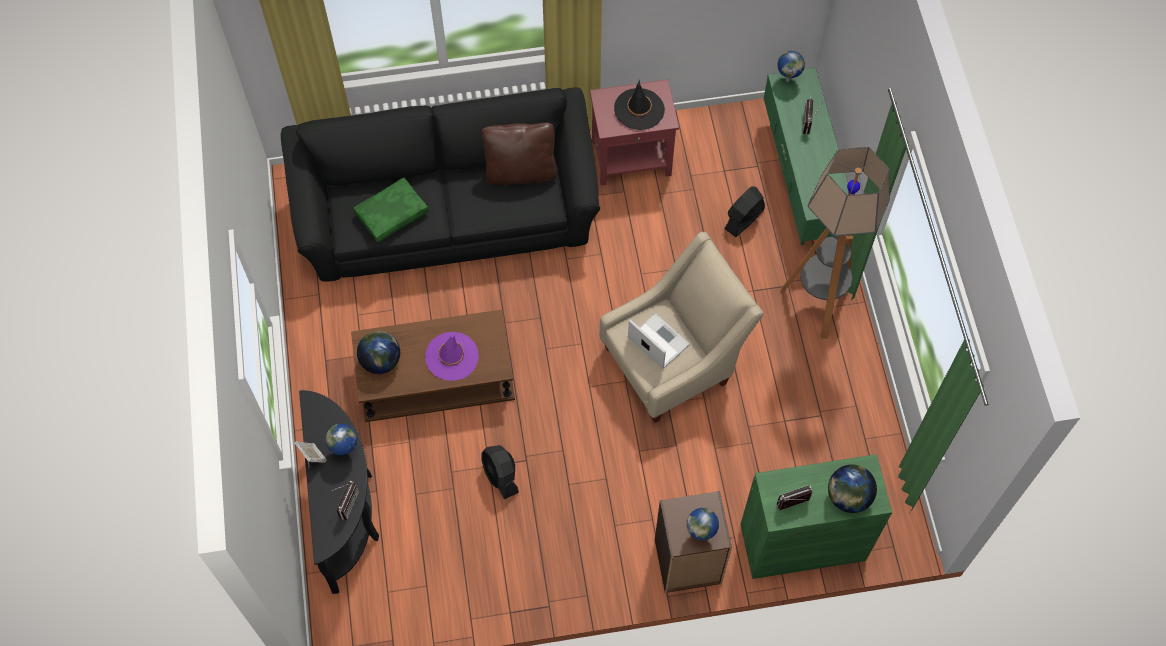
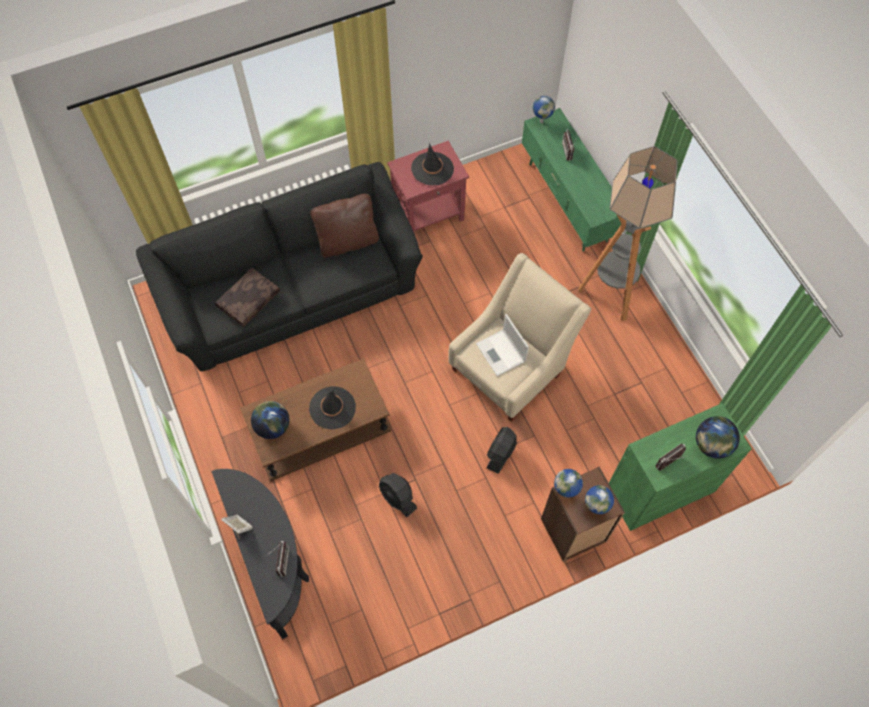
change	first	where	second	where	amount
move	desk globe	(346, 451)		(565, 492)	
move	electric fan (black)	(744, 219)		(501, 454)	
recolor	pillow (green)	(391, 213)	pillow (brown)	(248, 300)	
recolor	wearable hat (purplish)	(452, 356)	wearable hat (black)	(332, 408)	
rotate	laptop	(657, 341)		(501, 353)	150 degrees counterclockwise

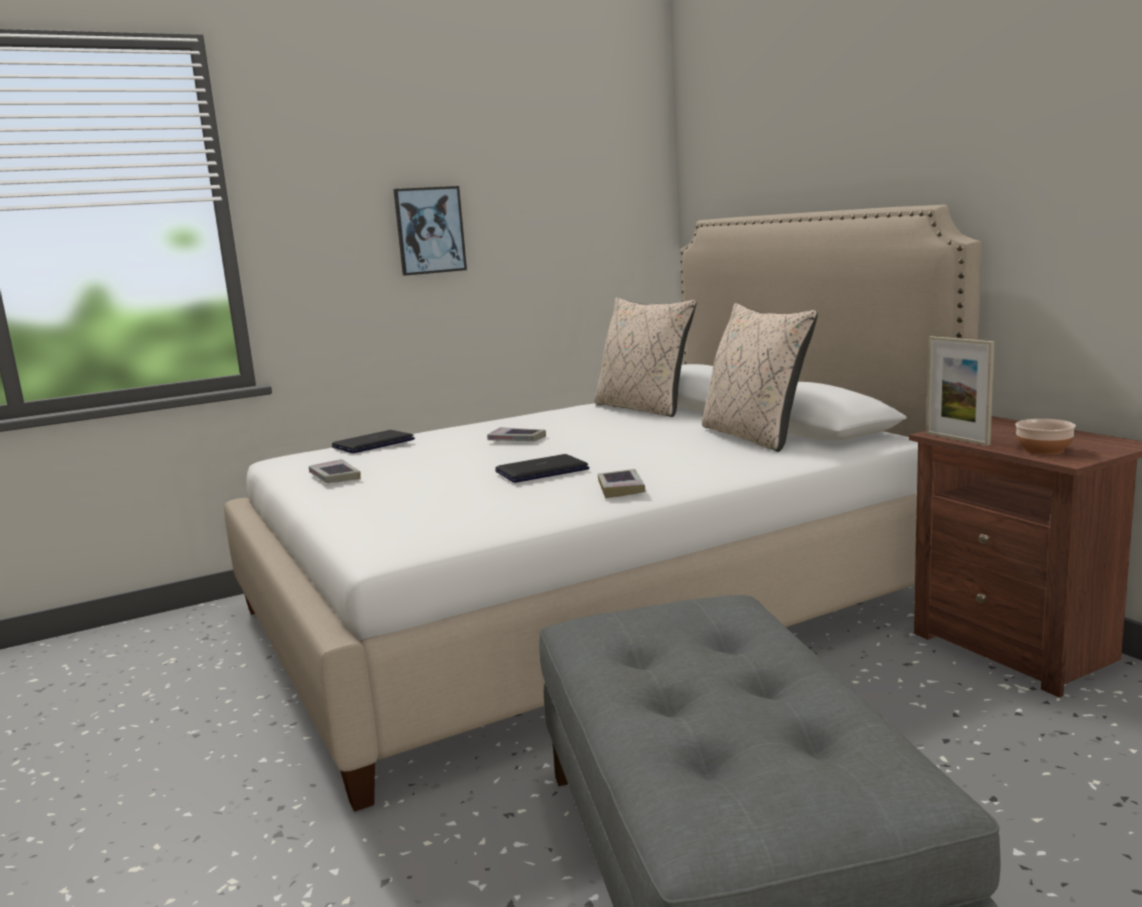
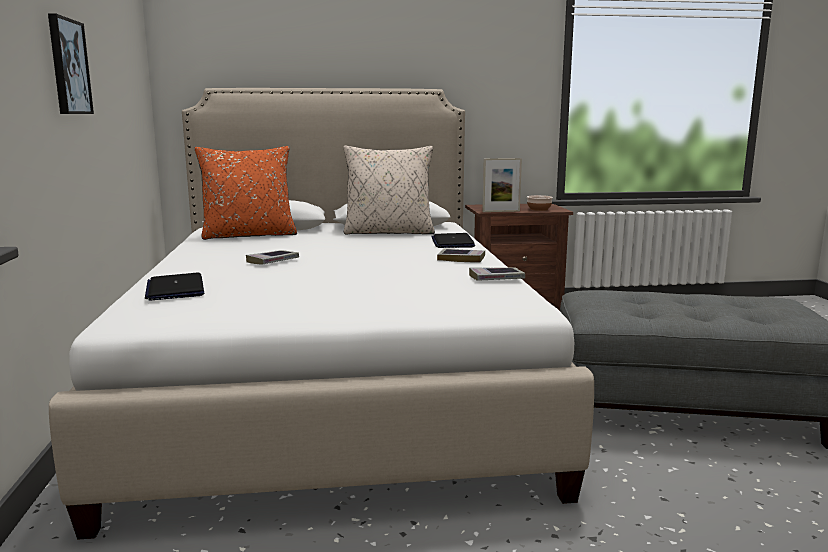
change	first	where	second	where	amount
move	book	(334, 477)		(496, 278)	
move	laptop	(542, 471)		(452, 242)	
recolor	pillow (sand-coloured)	(643, 408)	pillow (orange)	(249, 235)	

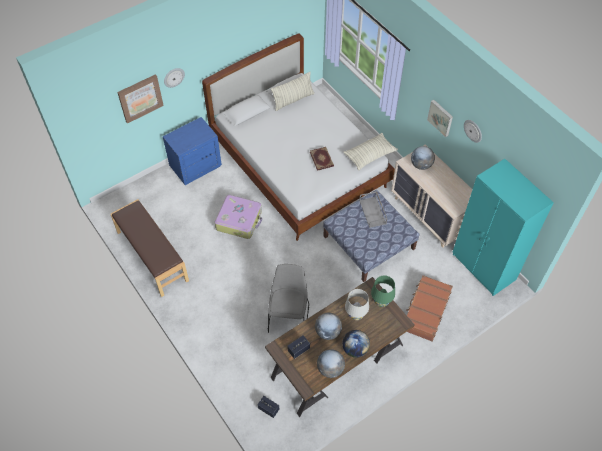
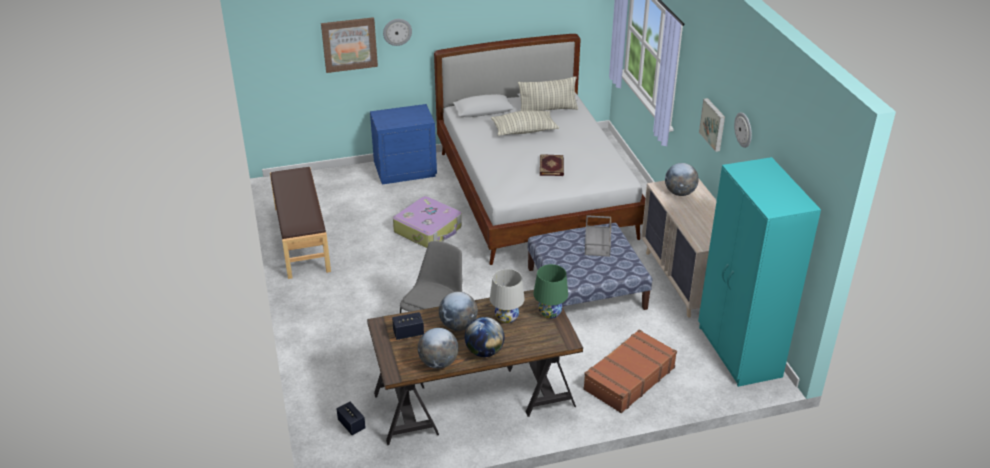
change	first	where	second	where	amount
move	pillow	(370, 155)		(524, 131)	

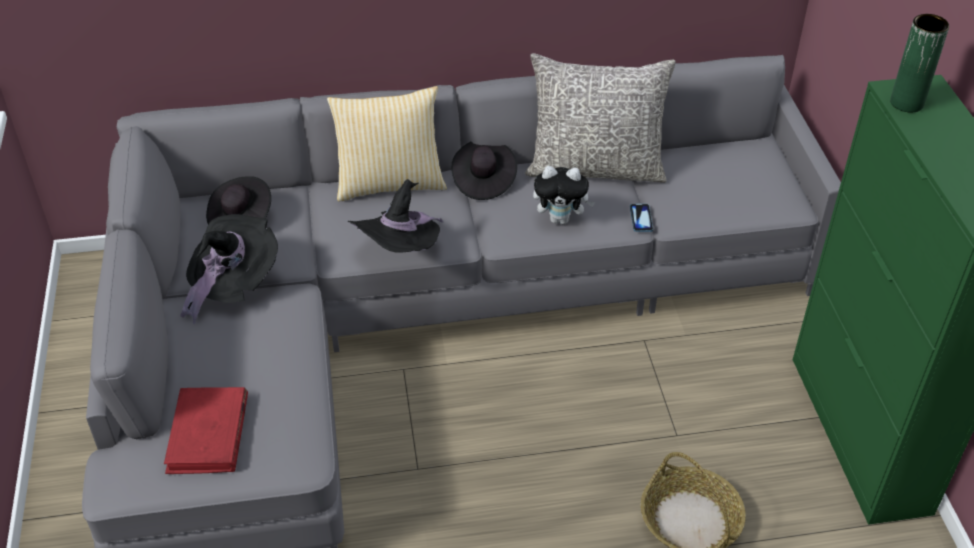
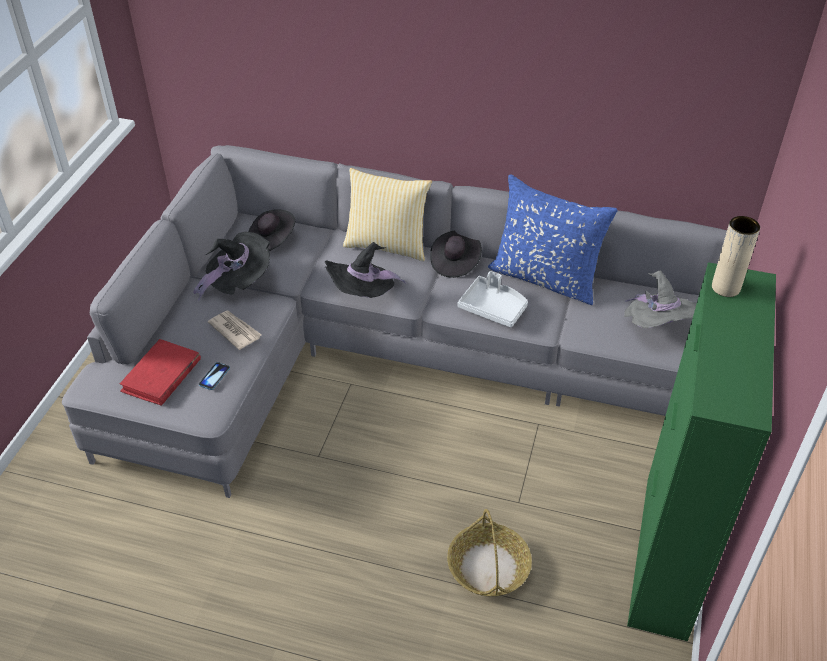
change	first	where	second	where	amount
insert			daily paper	(235, 331)	
insert			wearable hat (greyish)	(658, 328)	
move	handset	(641, 218)		(214, 376)	
replace	plush toy	(561, 219)	serving tray (greyish)	(493, 308)	
recolor	pillow (greyish)	(595, 167)	pillow (blue)	(545, 278)	
recolor	flower vase (green)	(906, 103)	flower vase (sand-coloured)	(725, 288)	

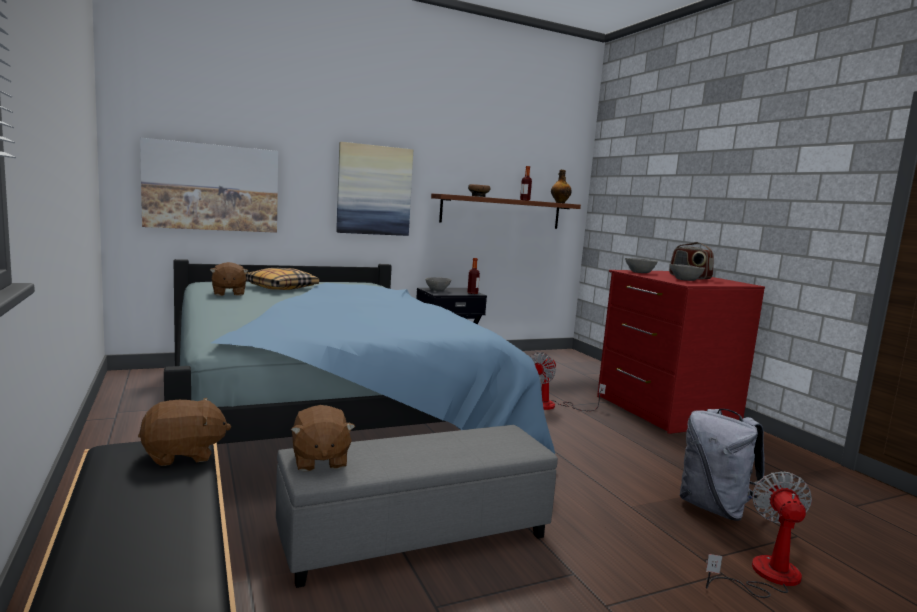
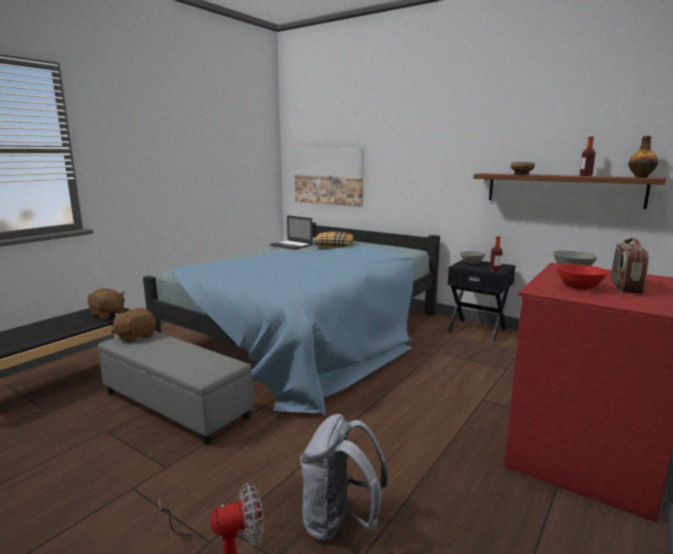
change	first	where	second	where	amount
delete	wall picture	(374, 190)			
delete	electric fan	(552, 406)			
replace	plush toy (brown)	(228, 293)	laptop	(291, 245)	
recolor	deep dish (greyish)	(685, 280)	deep dish (red-coloured)	(579, 287)	

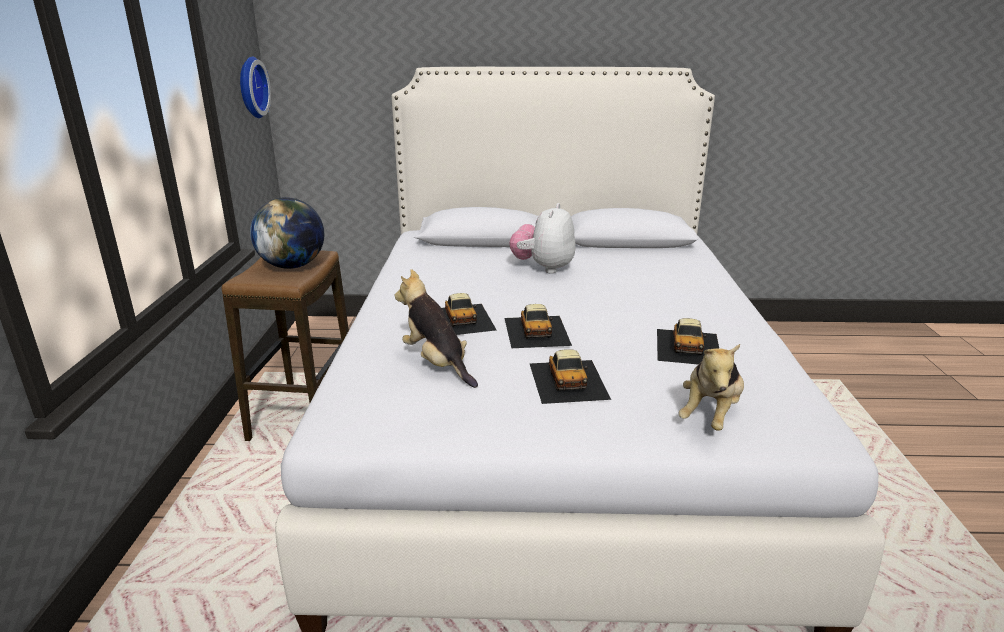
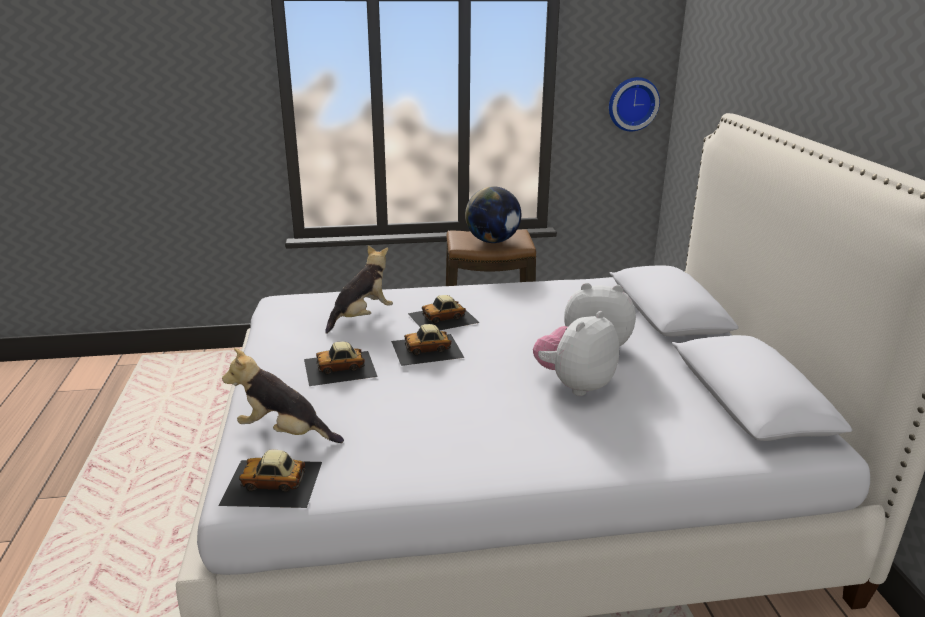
change	first	where	second	where	amount
insert			plush toy	(574, 385)	
move	model car	(688, 346)		(273, 483)	

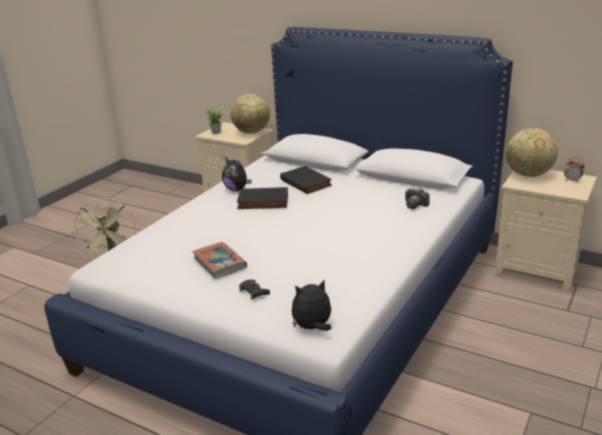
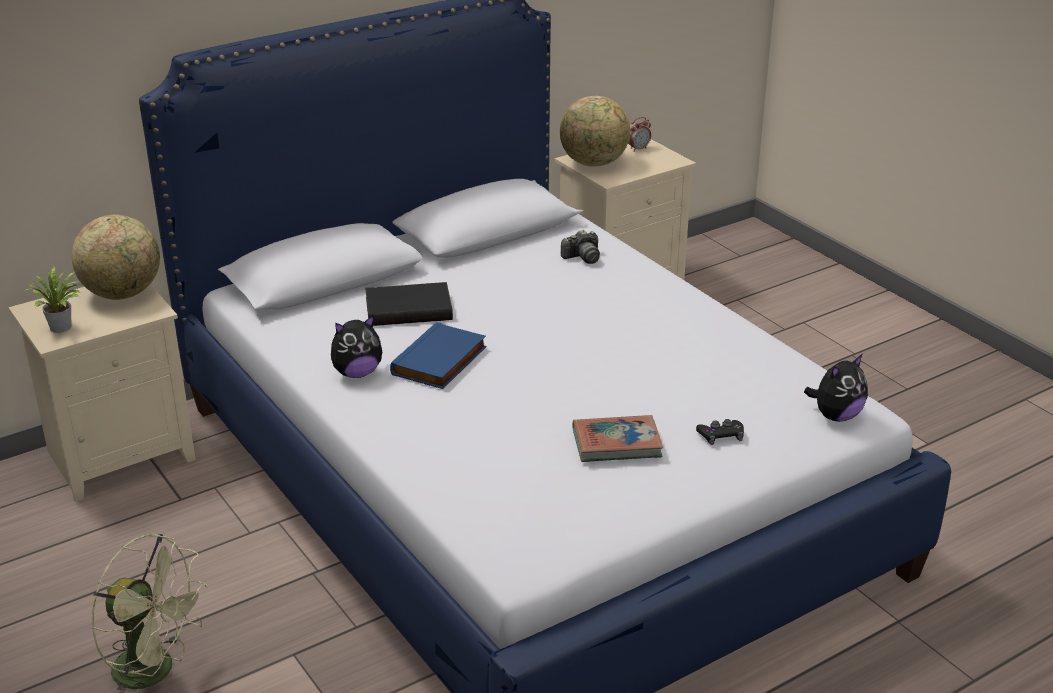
change	first	where	second	where	amount
recolor	book (black)	(262, 202)	book (blue)	(441, 361)	
rotate	plush toy	(313, 328)		(836, 416)	135 degrees counterclockwise

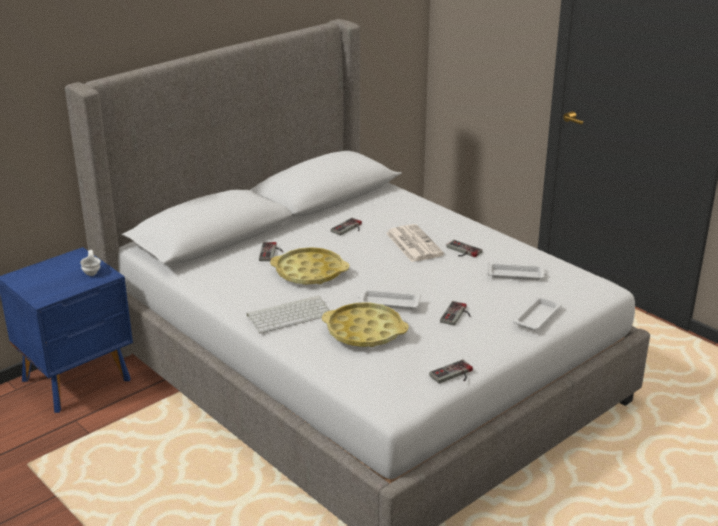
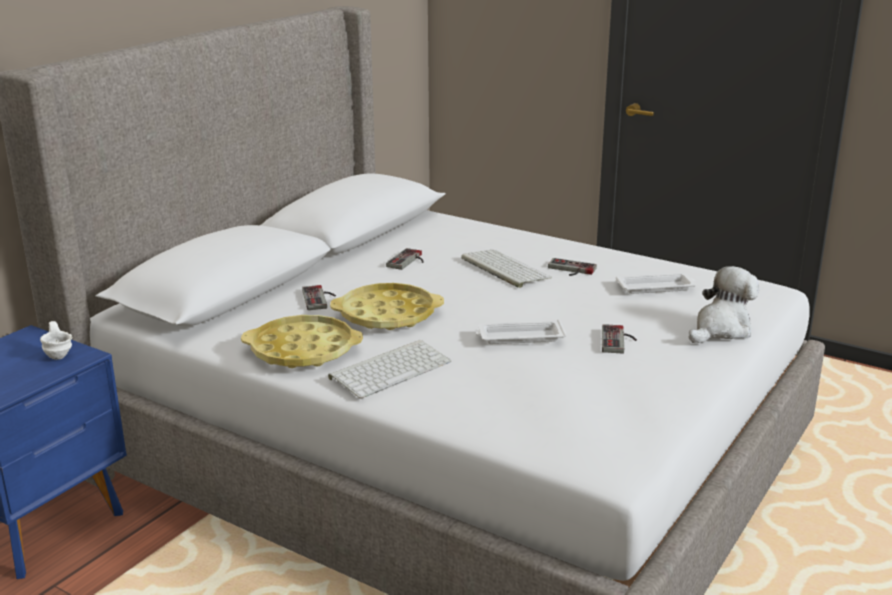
change	first	where	second	where	amount
delete	game controller	(454, 375)			
move	serving tray (yellow-coloured)	(364, 331)		(303, 350)	
replace	daily paper	(413, 244)	PC keyboard	(503, 268)	
replace	serving tray (white)	(537, 316)	plush toy	(721, 329)	

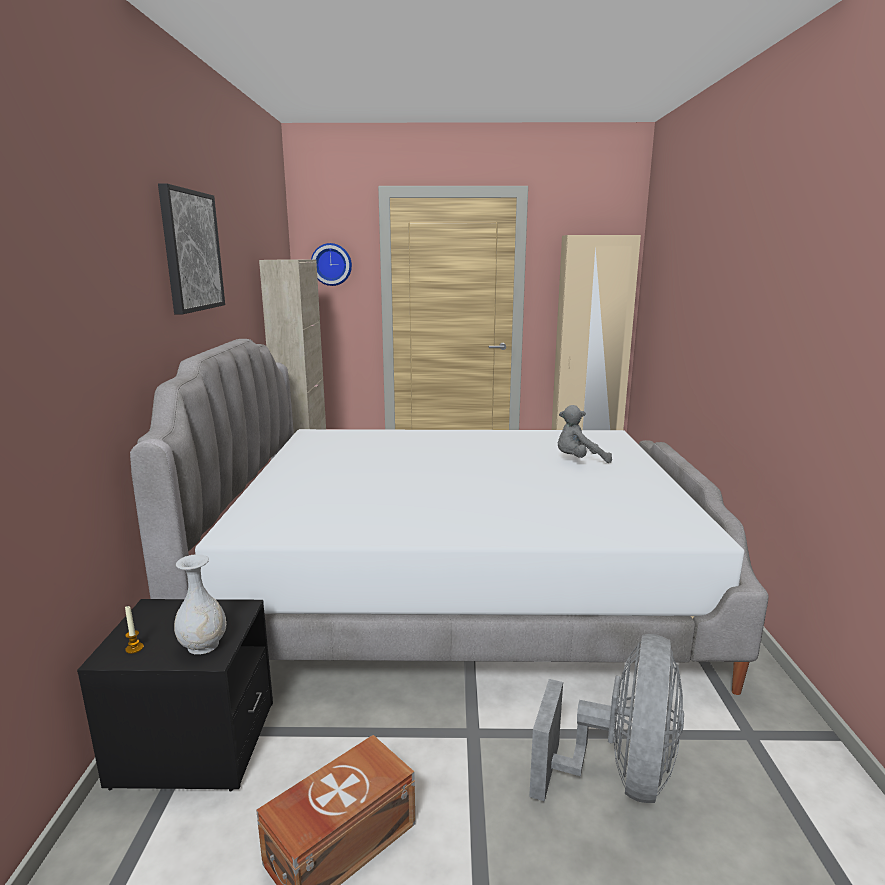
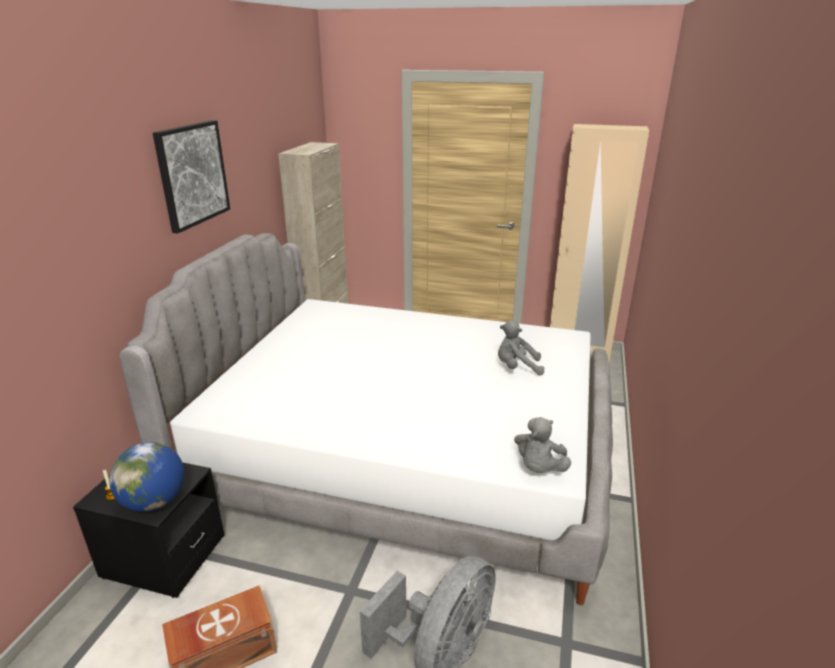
change	first	where	second	where	amount
delete	hanging clock	(331, 264)			
insert			plush toy (greyish)	(539, 468)	
replace	flower vase (white)	(204, 645)	desk globe	(154, 502)	

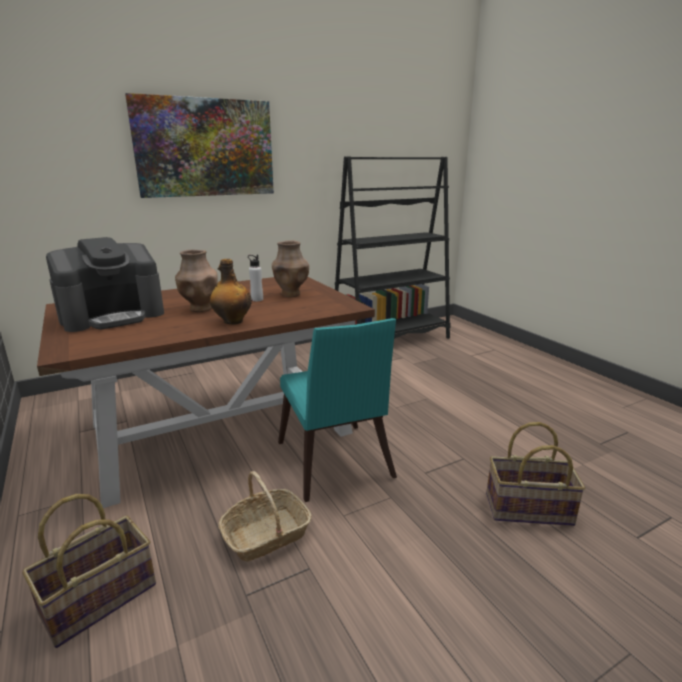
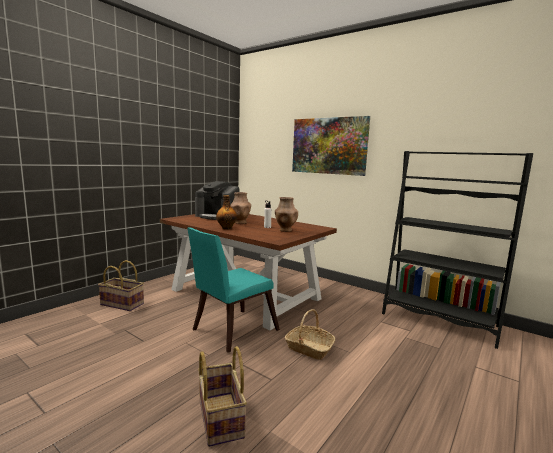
change	first	where	second	where	amount
move	household basket	(266, 535)		(309, 348)	

